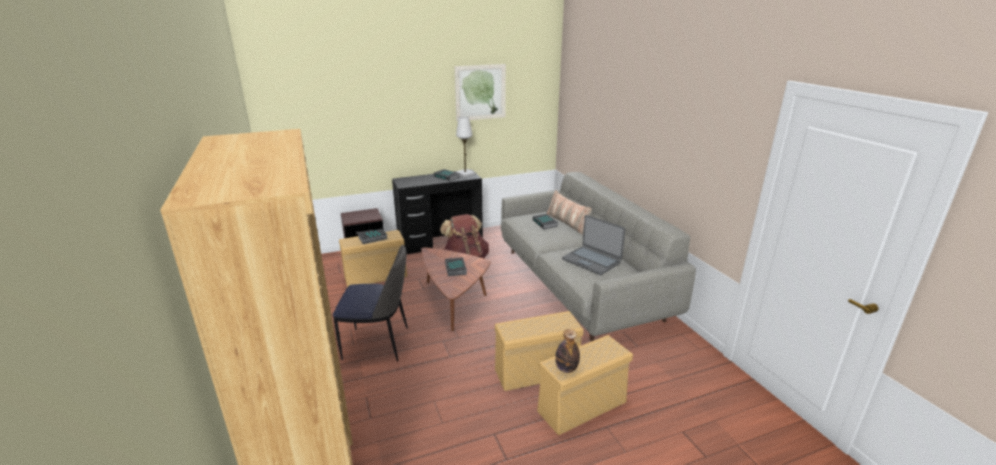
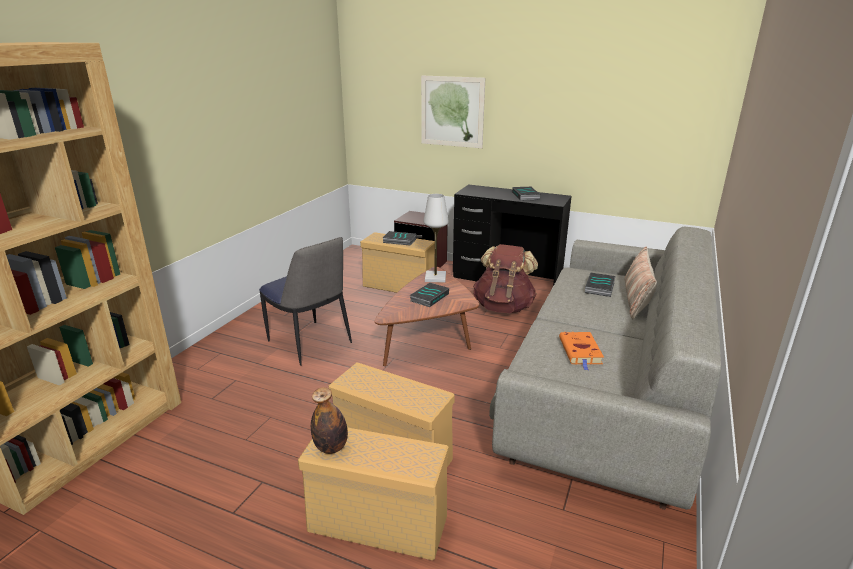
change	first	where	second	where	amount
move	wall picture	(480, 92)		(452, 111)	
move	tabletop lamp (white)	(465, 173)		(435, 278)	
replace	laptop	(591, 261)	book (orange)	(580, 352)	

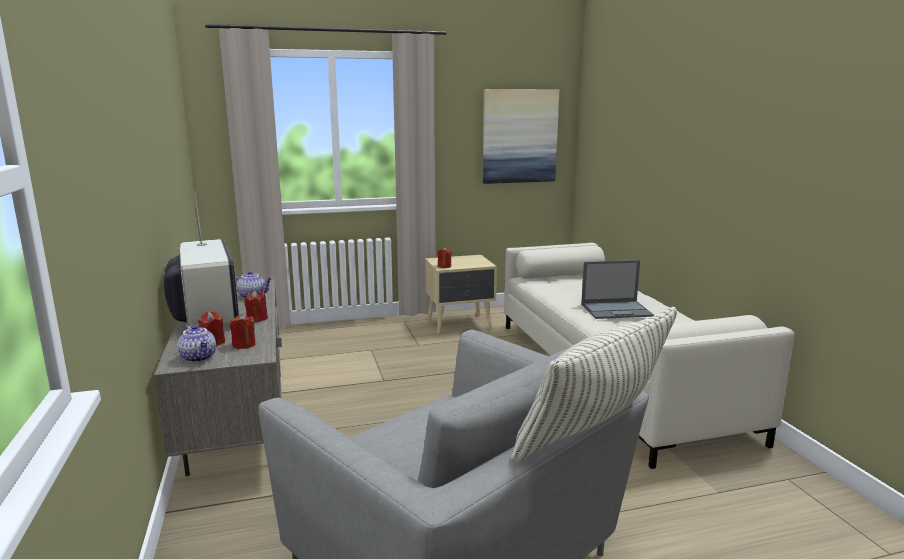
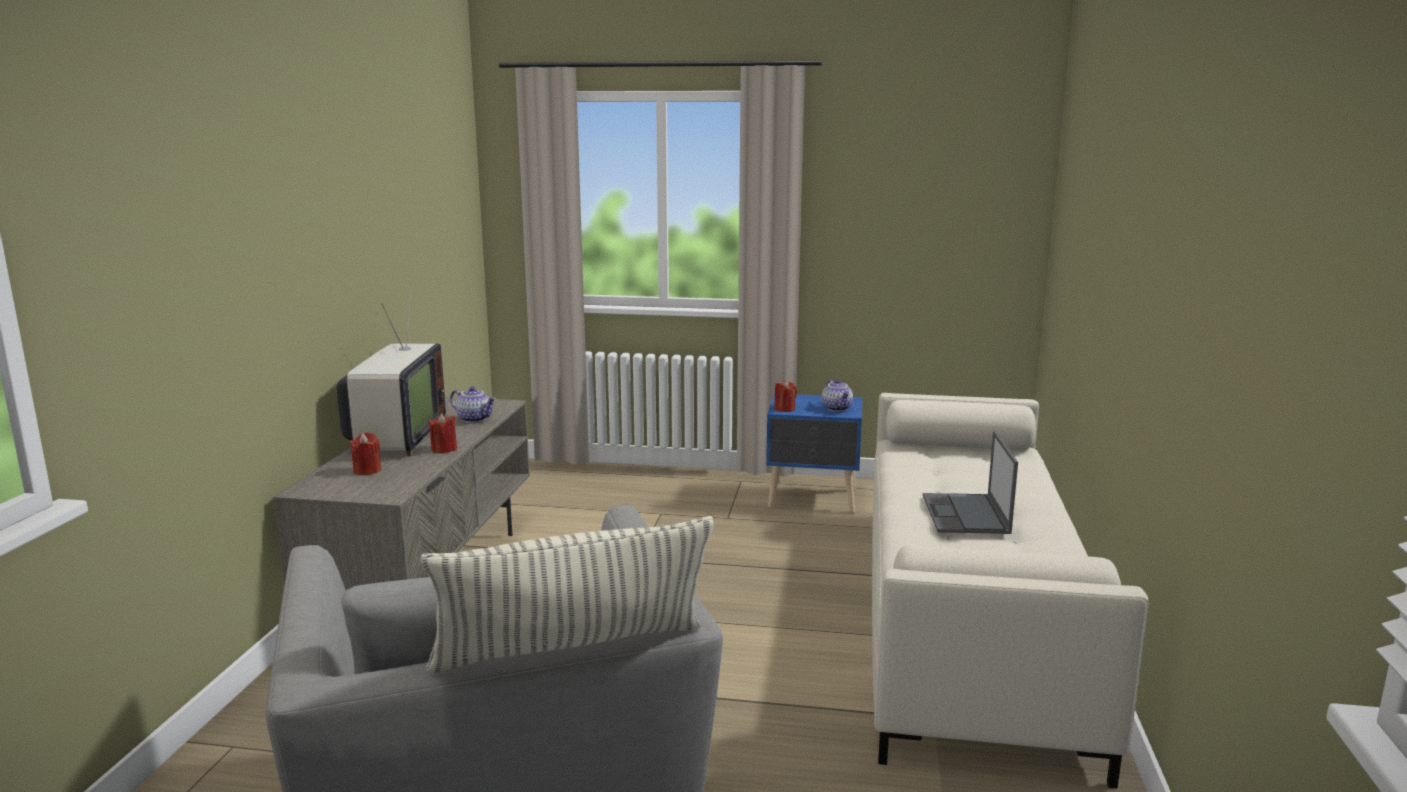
change	first	where	second	where	amount
delete	wax candle (red-coloured)	(244, 345)			
delete	wall picture	(519, 136)			
move	pot for tea	(199, 358)		(837, 408)	
recolor	night table (sand-coloured)	(460, 325)	night table (blue)	(814, 499)	
rotate	laptop	(617, 310)		(966, 514)	75 degrees clockwise

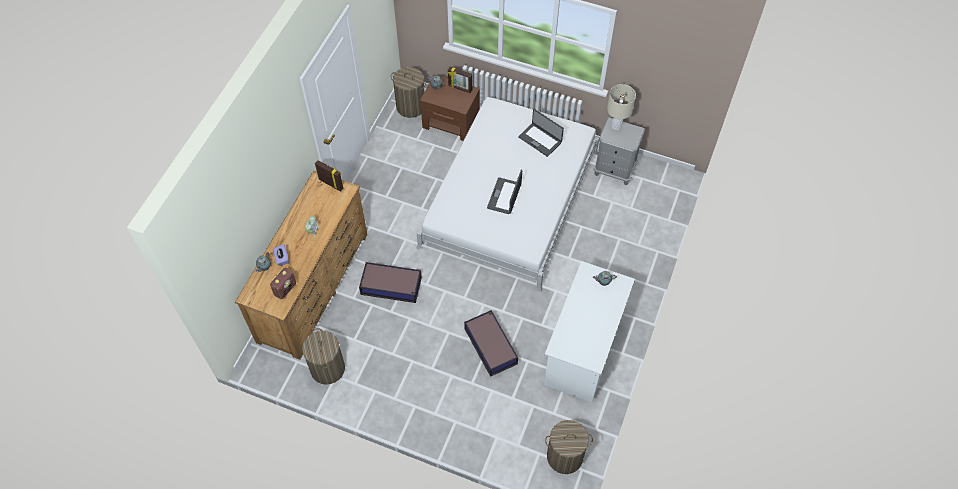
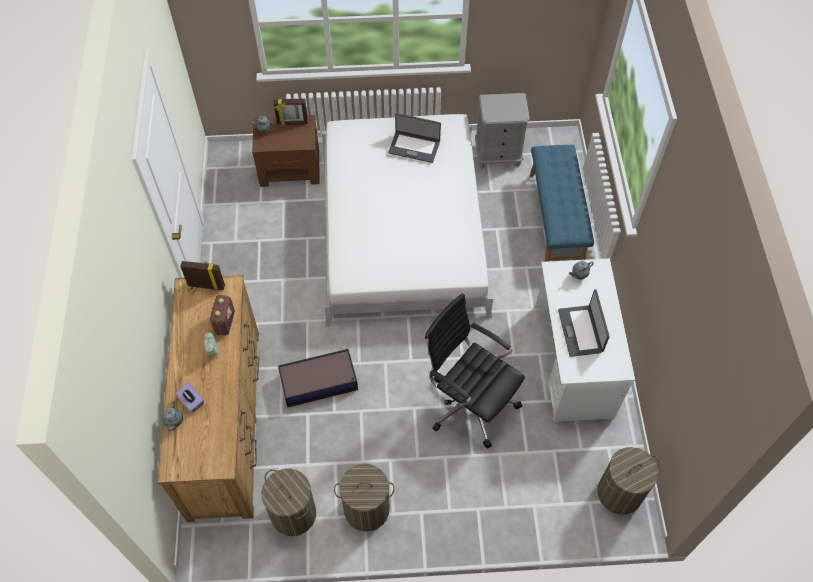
change	first	where	second	where	amount
delete	tabletop lamp (sand-coloured)	(616, 126)			
insert			bench (blue)	(556, 218)	
move	radio set	(285, 289)		(225, 322)	
move	washing basket	(410, 106)		(366, 509)	
move	laptop	(505, 196)		(581, 331)	
replace	storage container	(490, 345)	desk chair (black)	(470, 402)	

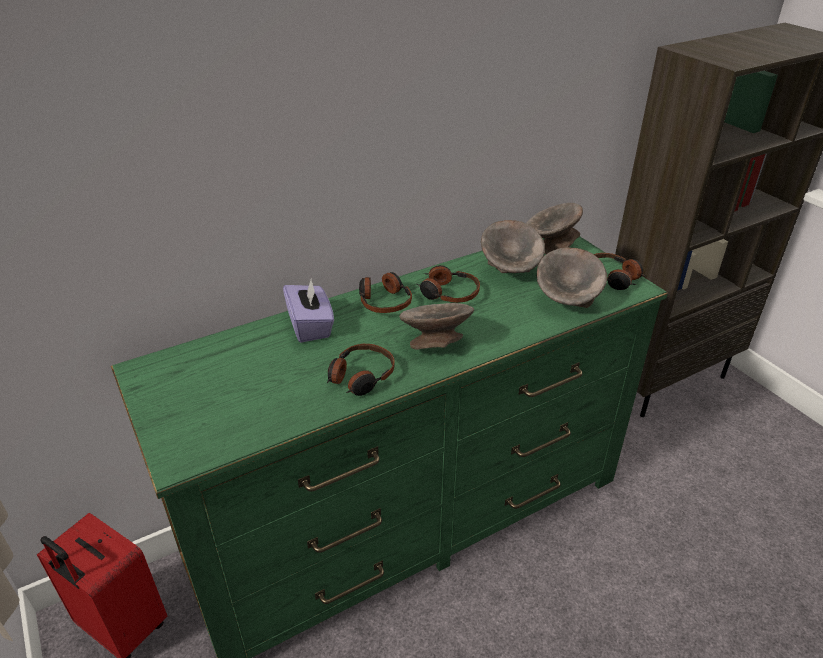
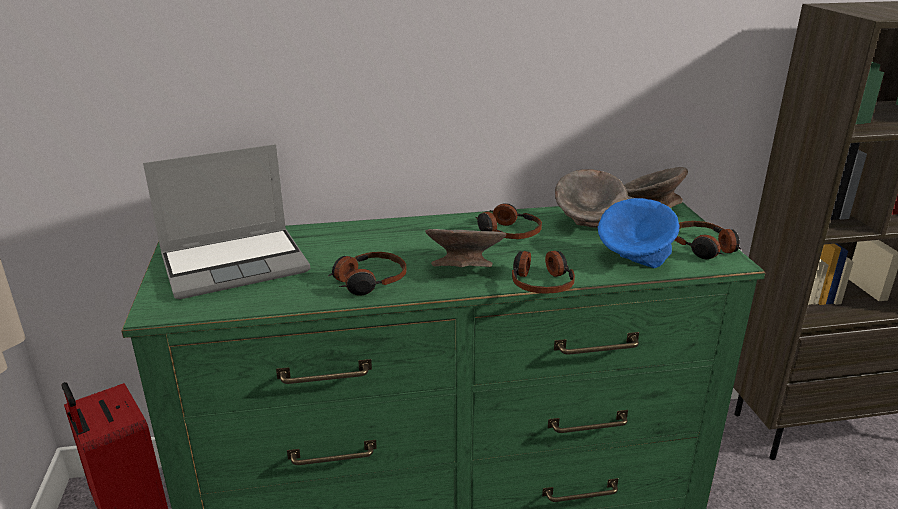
change	first	where	second	where	amount
delete	box of tissues (purplish)	(310, 326)			
insert			laptop	(236, 263)	
move	headset	(384, 301)		(541, 282)	
recolor	deep dish (greyish)	(567, 302)	deep dish (blue)	(634, 260)	

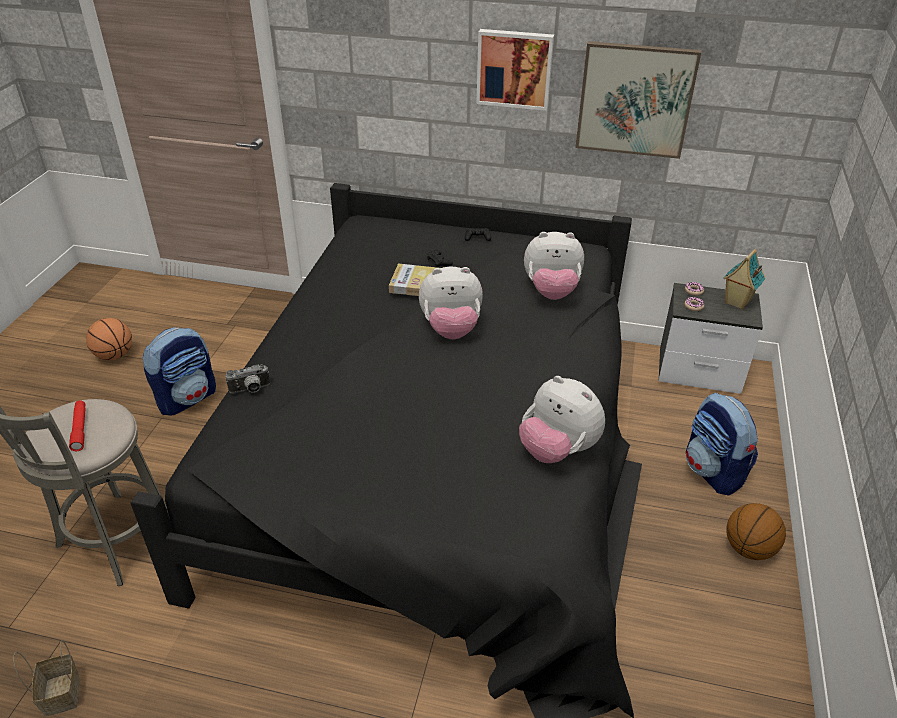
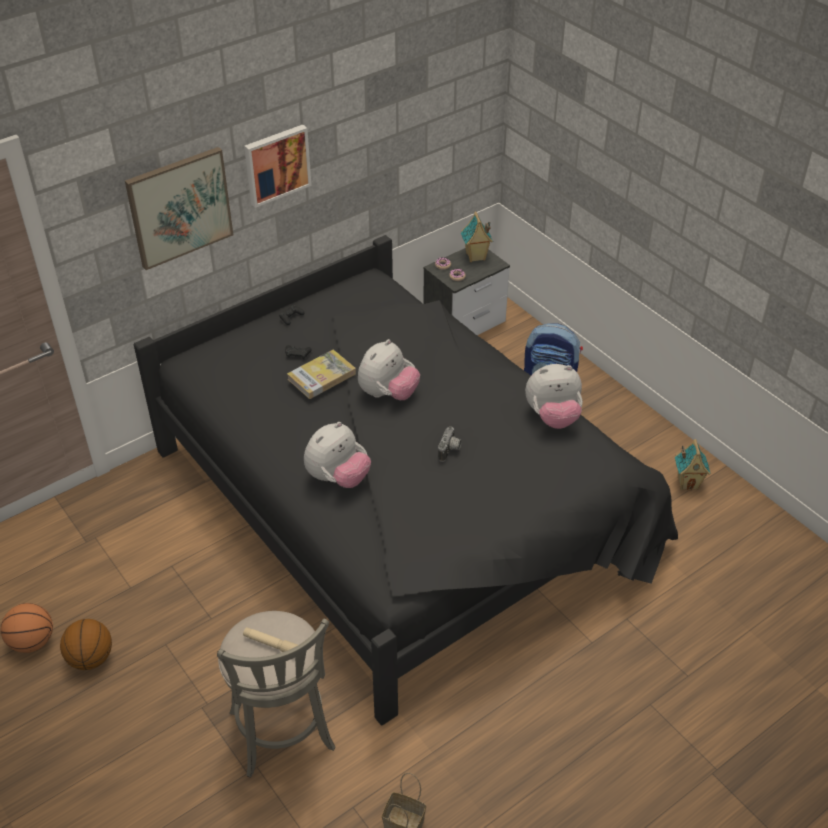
change	first	where	second	where	amount
delete	knapsack	(187, 398)			
insert			miniature house	(688, 483)	
move	photo camera	(250, 390)		(450, 451)	
move	plush toy	(551, 292)		(338, 478)	
move	wall picture	(635, 100)		(179, 207)	
move	ball for basketball	(749, 548)		(91, 658)	
recolor	hand torch (red-coloured)	(80, 429)	hand torch (sand-coloured)	(271, 644)	

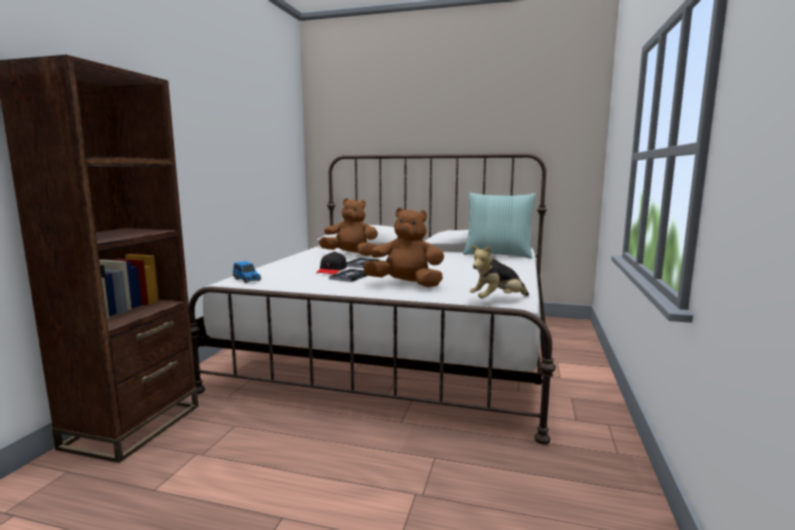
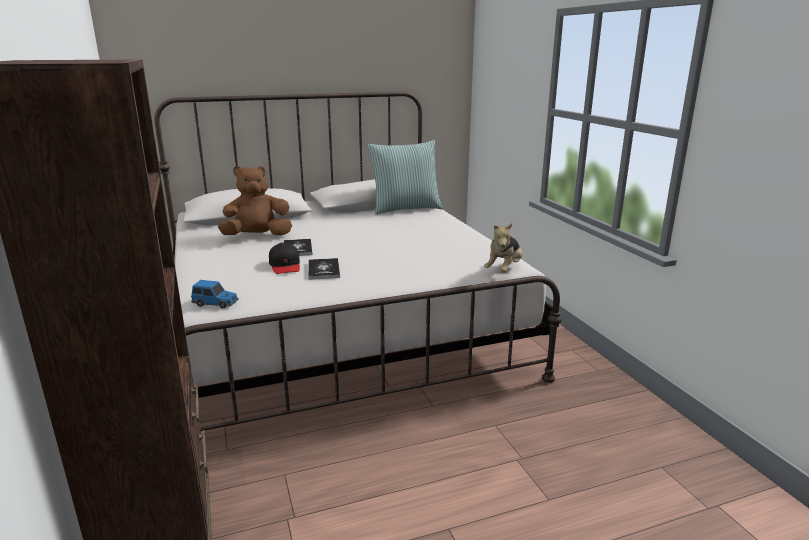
change	first	where	second	where	amount
delete	plush toy (brown)	(406, 285)			

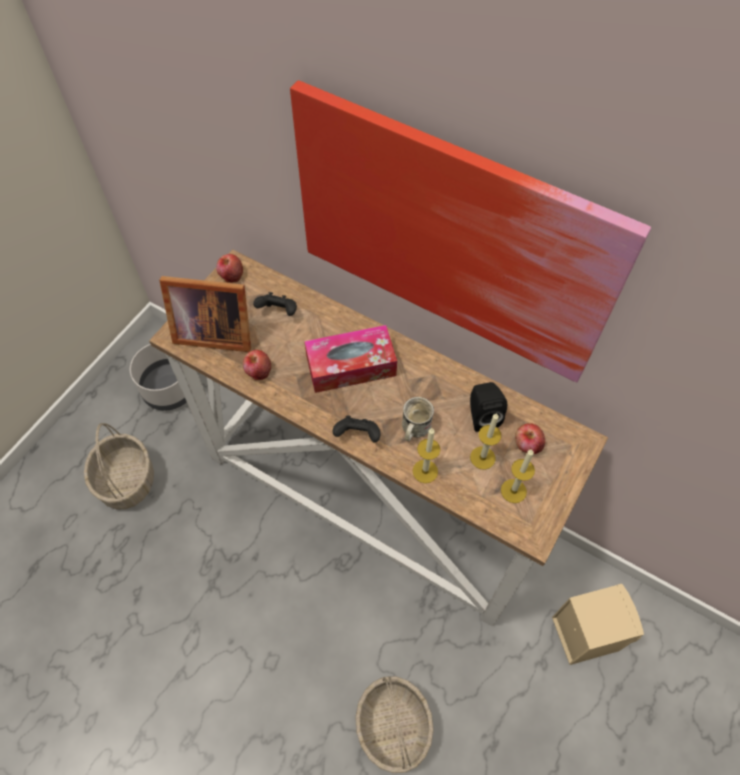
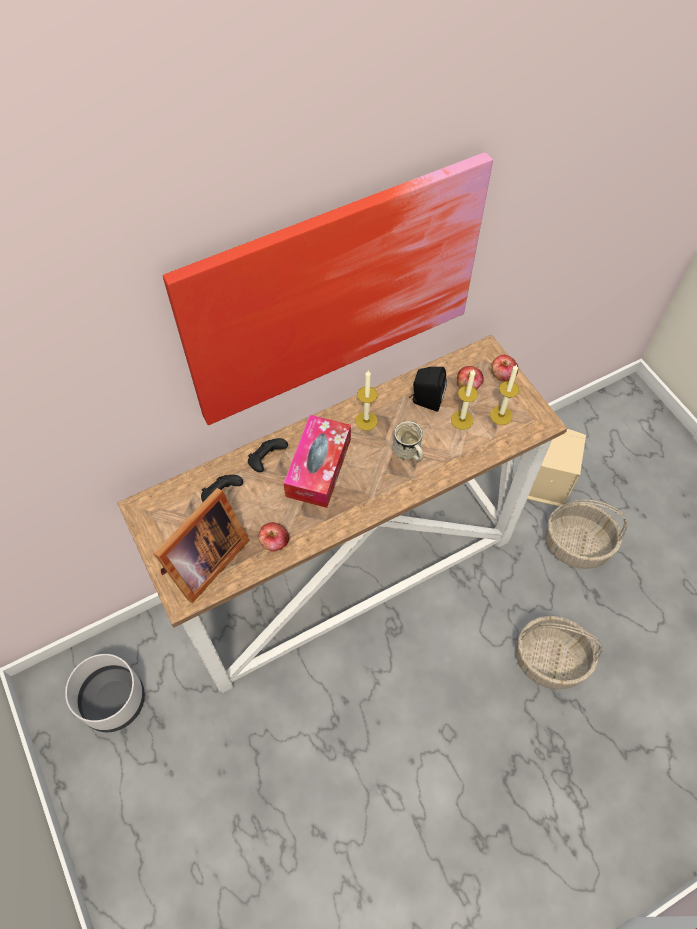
change	first	where	second	where	amount
move	household basket	(127, 481)		(577, 545)	
move	whole apple	(231, 275)		(502, 375)	
move	game controller (black)	(358, 435)		(266, 461)	
move	wax candle	(425, 471)		(366, 421)	

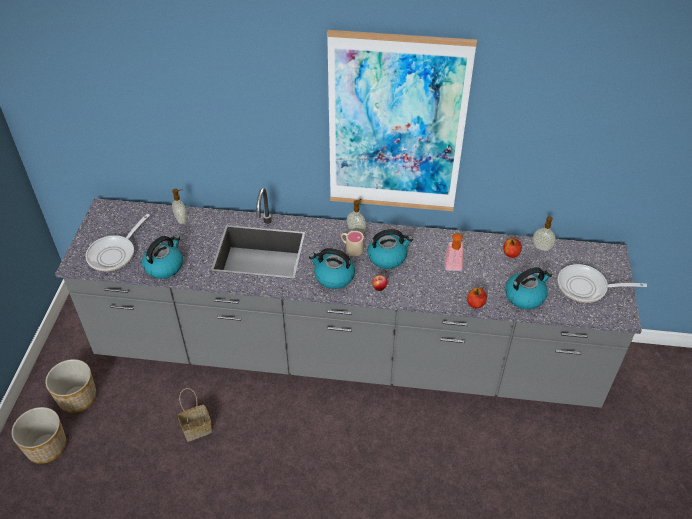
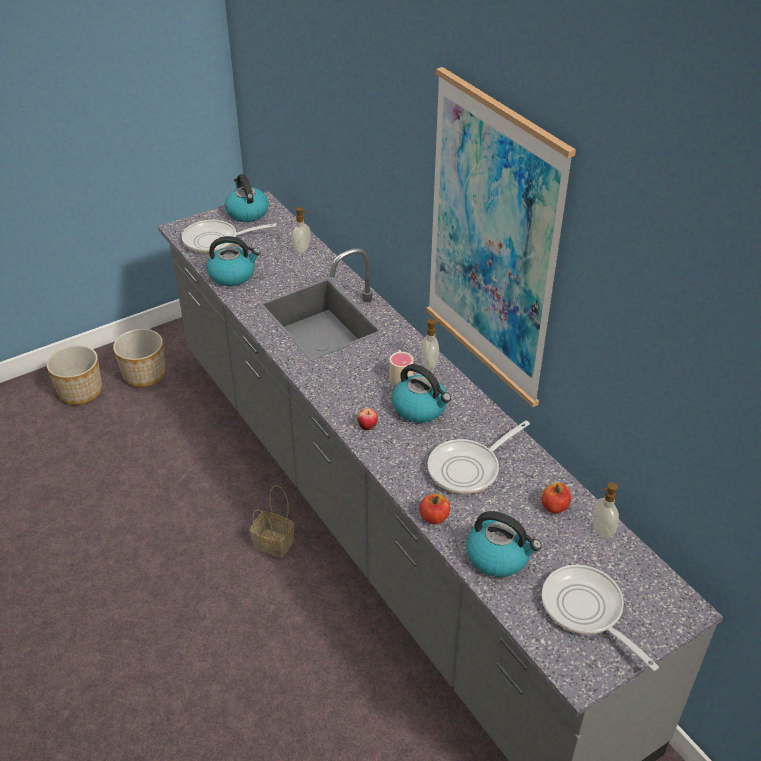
change	first	where	second	where	amount
move	household basket	(197, 428)		(275, 543)	
move	tea kettle	(333, 277)		(247, 212)	
replace	soap bottle	(453, 268)	skillet	(468, 468)	

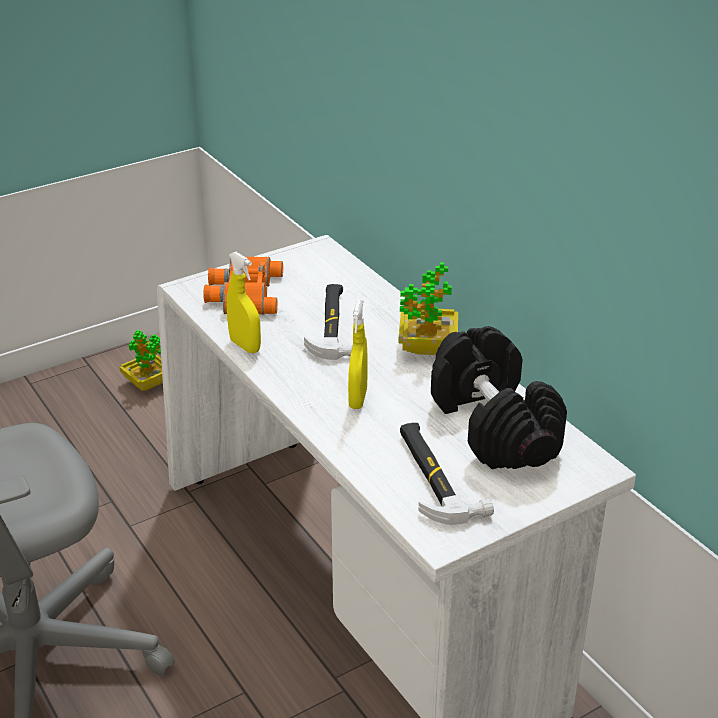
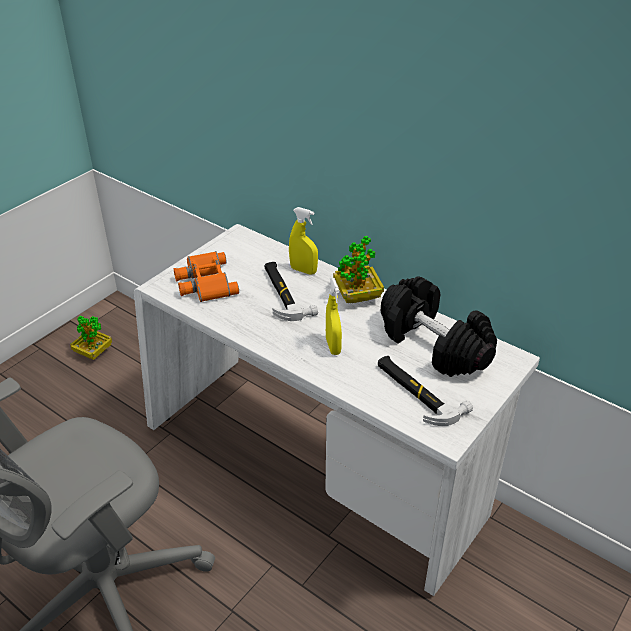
change	first	where	second	where	amount
move	sprayer (yellow-coloured)	(245, 346)		(303, 270)	

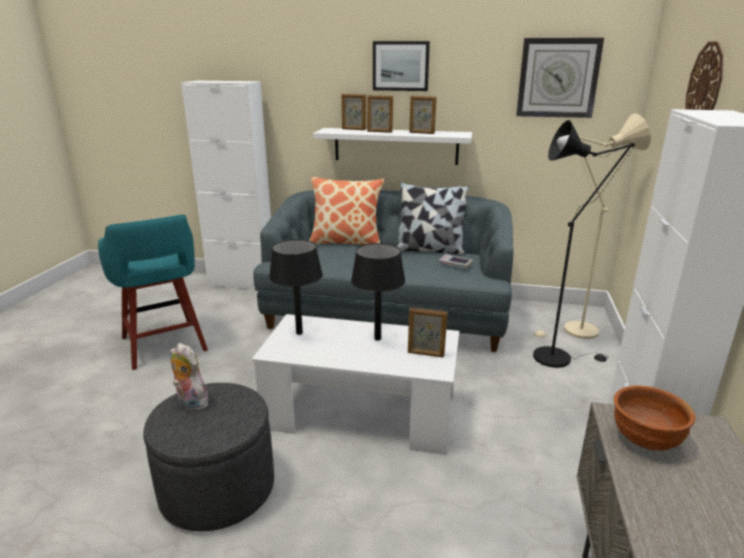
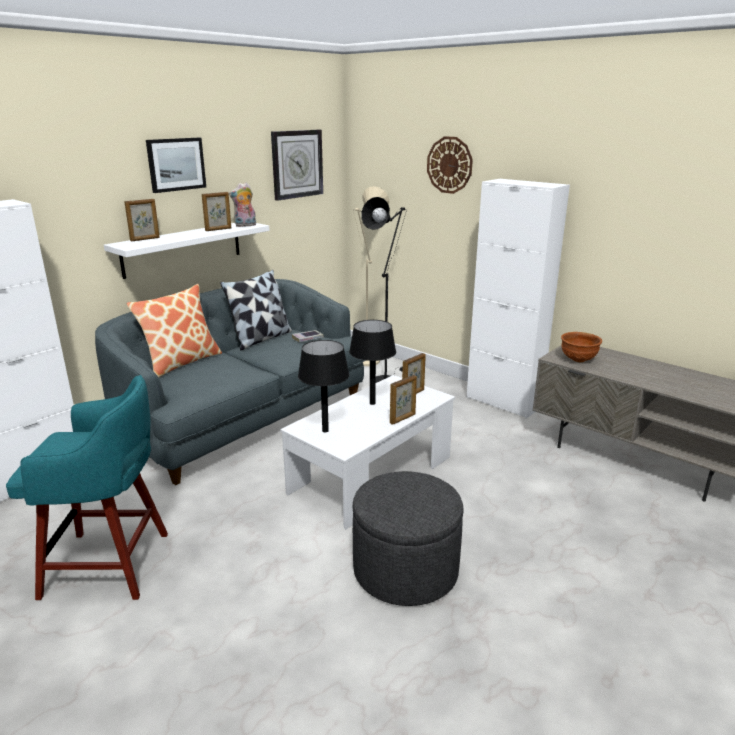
change	first	where	second	where	amount
move	plush toy	(190, 403)		(245, 225)	
move	photo frame	(379, 132)		(403, 419)	

